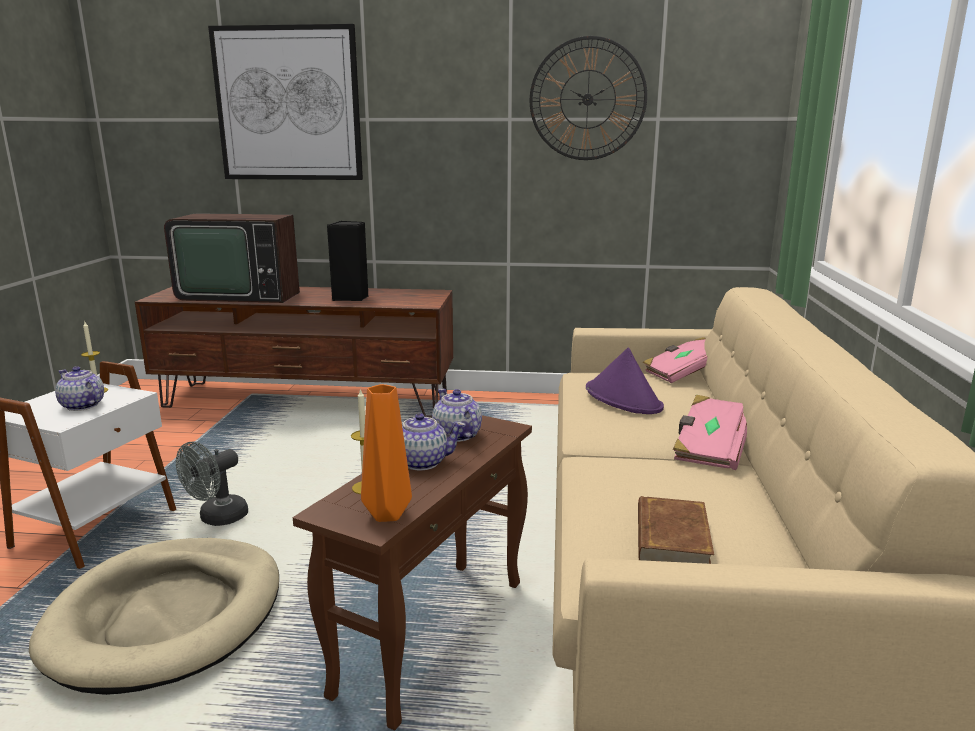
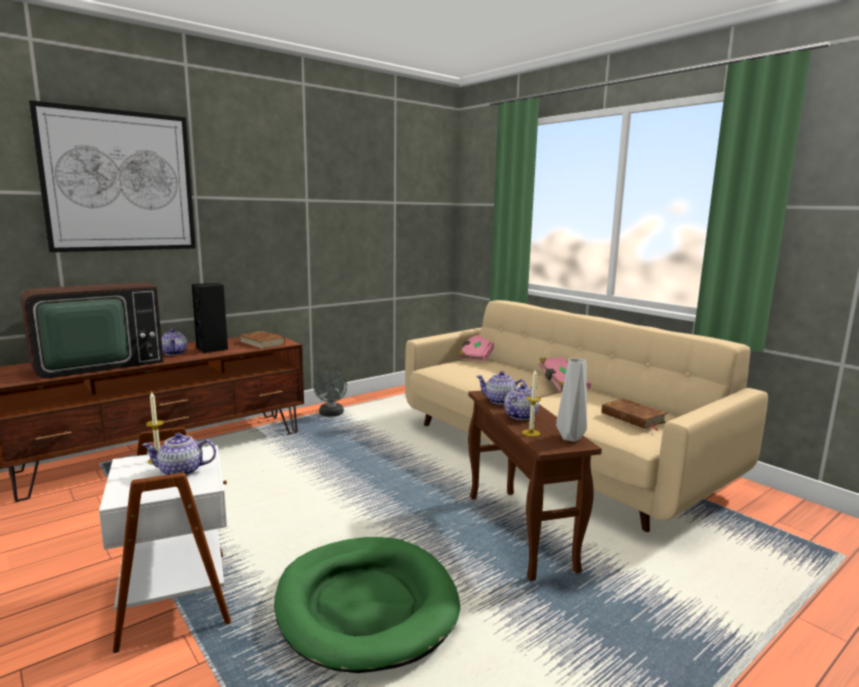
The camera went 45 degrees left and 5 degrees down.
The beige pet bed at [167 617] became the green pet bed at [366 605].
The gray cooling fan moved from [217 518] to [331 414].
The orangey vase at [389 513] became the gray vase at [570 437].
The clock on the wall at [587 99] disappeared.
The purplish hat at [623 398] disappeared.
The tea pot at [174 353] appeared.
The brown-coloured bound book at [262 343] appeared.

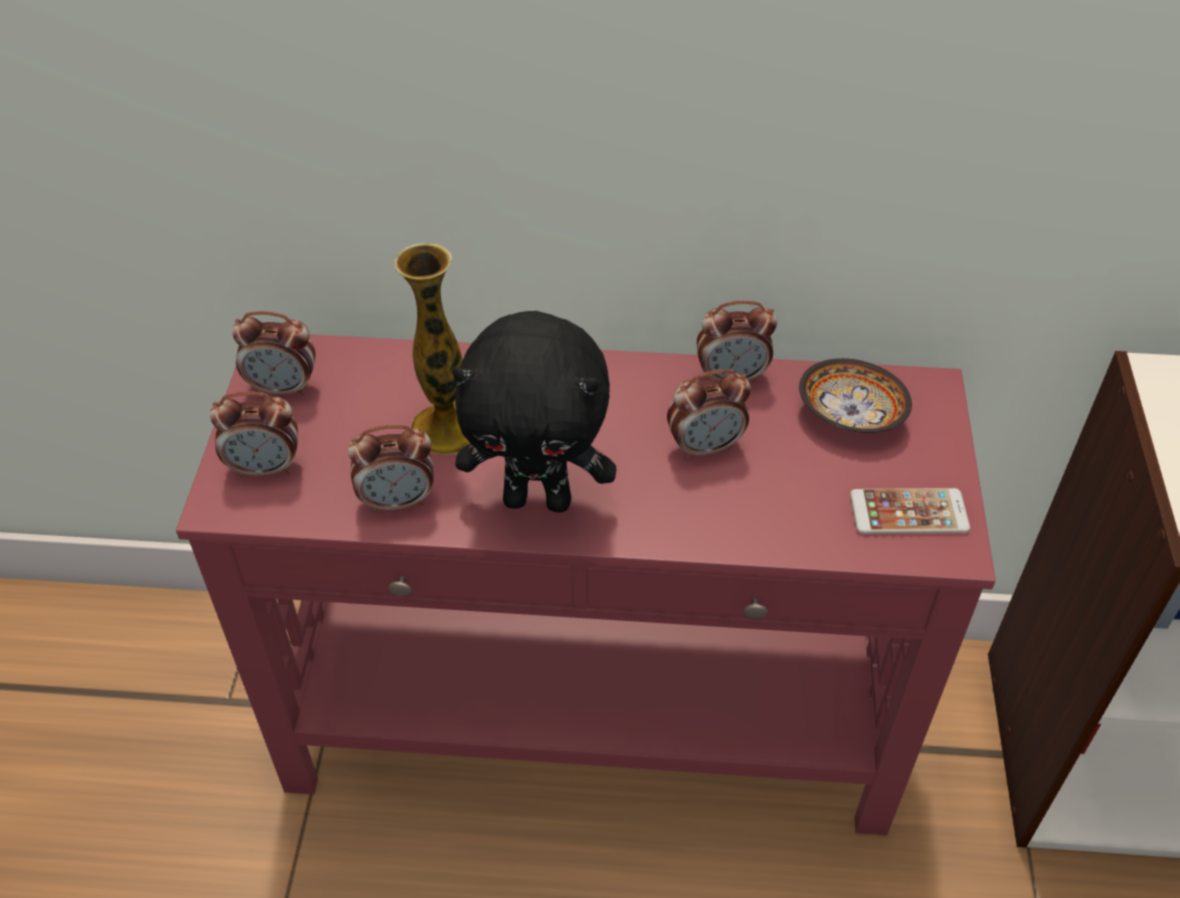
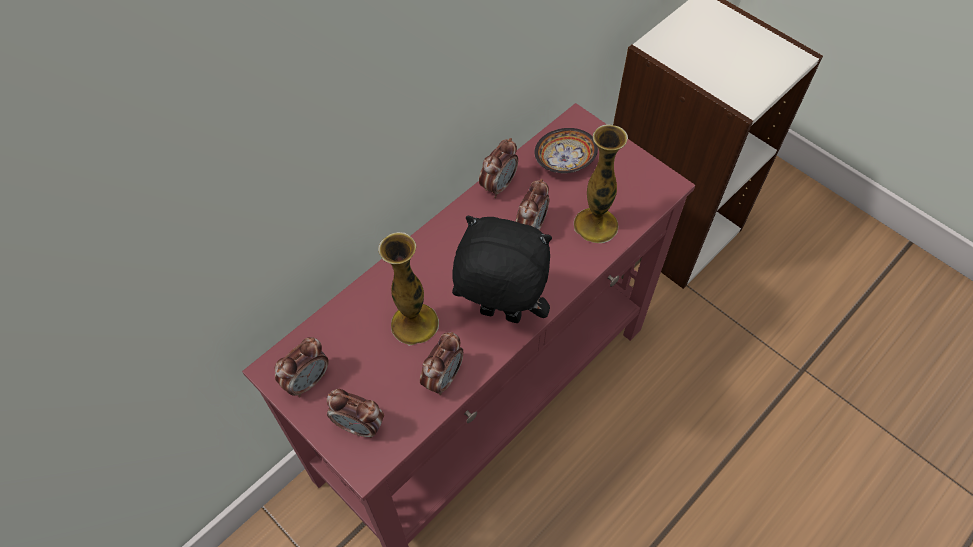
The camera went 50 degrees left and 10 degrees up.
The table clock at [266 468] turned 75 degrees clockwise.
The black cuddly toy at [539 499] turned 120 degrees counterclockwise.
The handset at [908 512] disappeared.
The vase at [596 225] appeared.

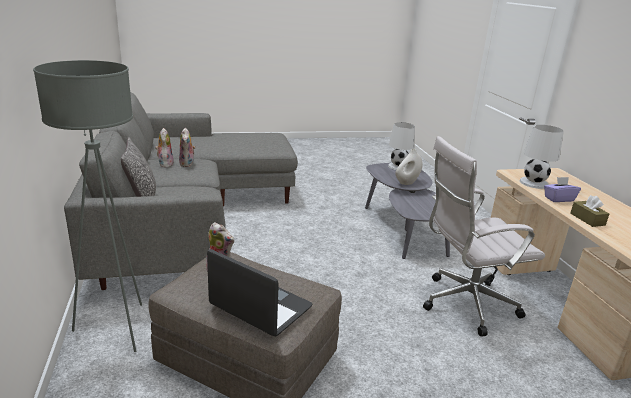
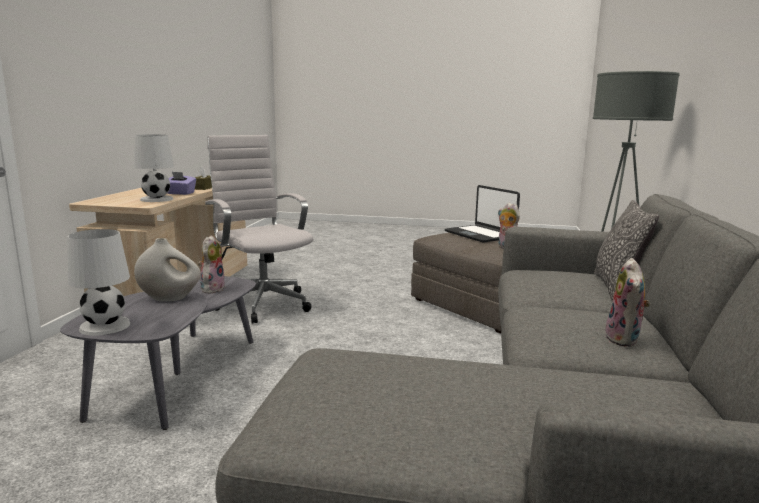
The camera went 155 degrees left and 10 degrees down.
The cuddly toy moved from [187 164] to [212 289].
The white computer chair at [464 304] turned 135 degrees counterclockwise.

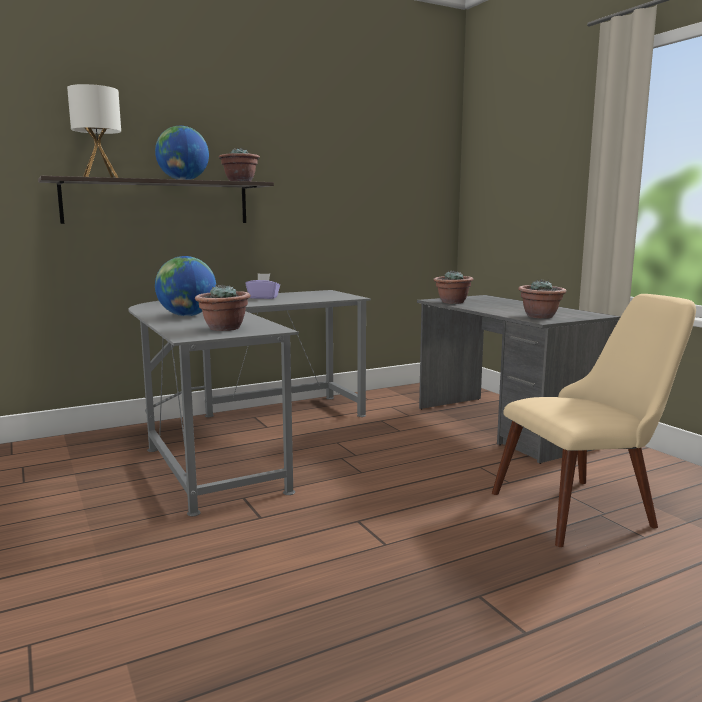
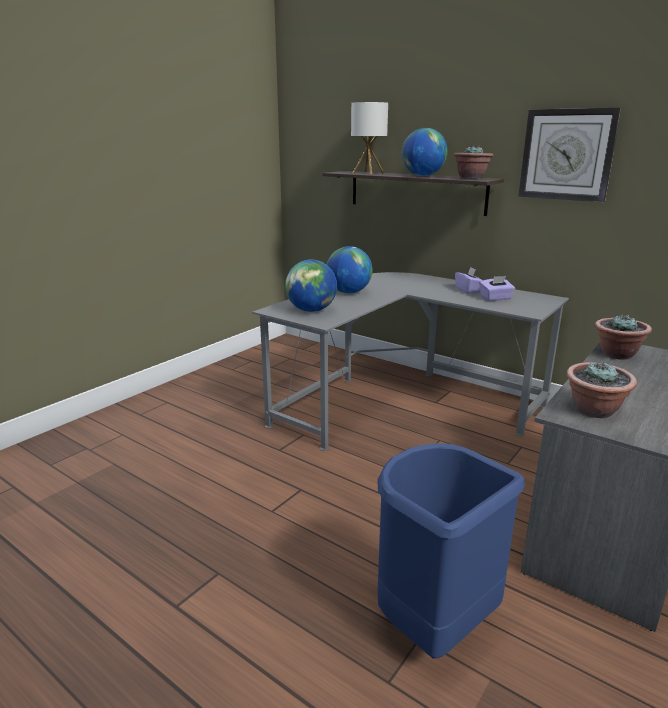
The camera went 65 degrees right and 10 degrees up.
The potted plant at [224 328] was replaced by the world globe at [311 310].
The beige plain chair at [588 506] was replaced by the blue rubbish bin at [433 626].
The purplish box of tissues at [495 298] appeared.
The clock on the wall at [567 155] appeared.

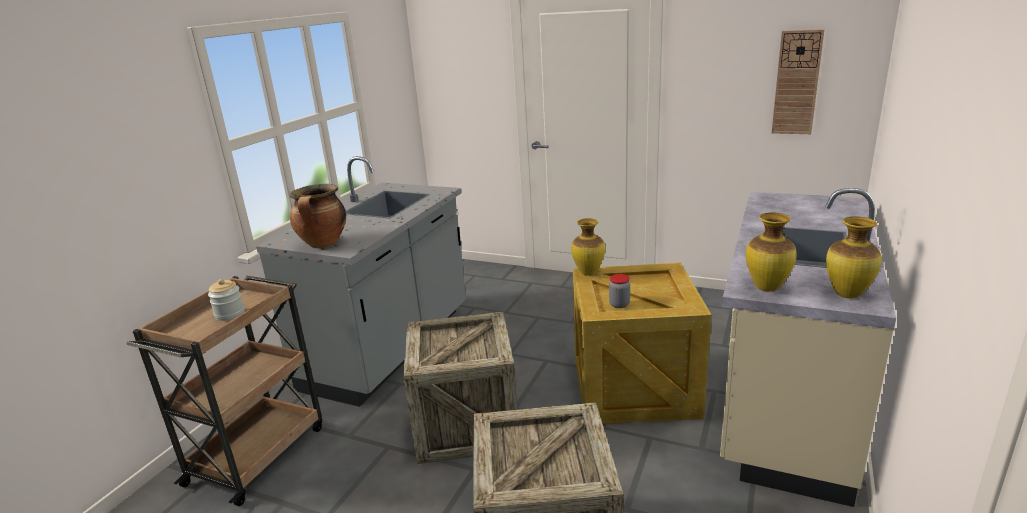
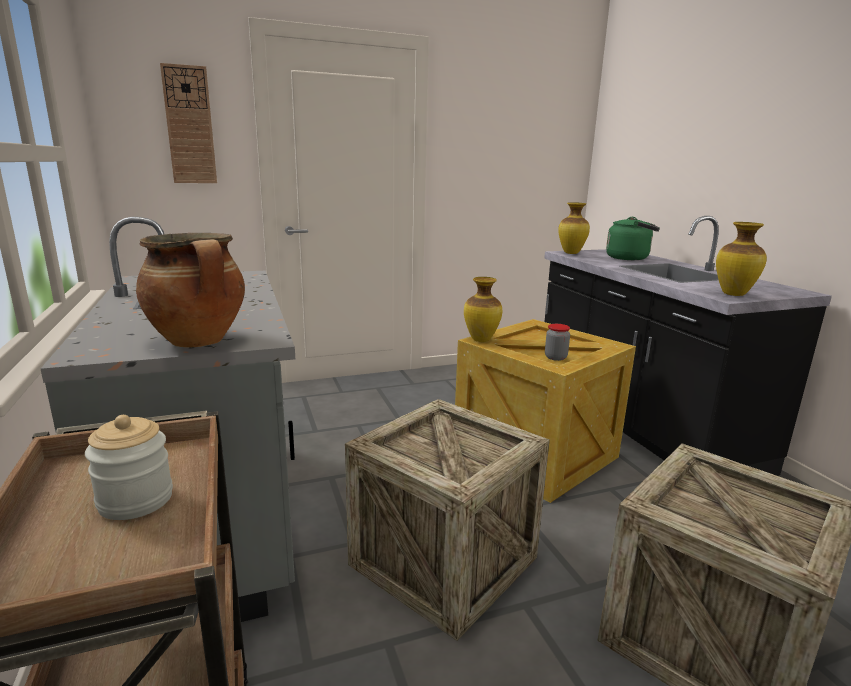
The camera went 45 degrees left and 5 degrees down.
The beige kitchen counter at [784 399] became the black kitchen counter at [637 422].
The clock on the wall moved from [796 83] to [190 125].
The vase moved from [847 295] to [571 253].
The green tea kettle at [630 258] appeared.

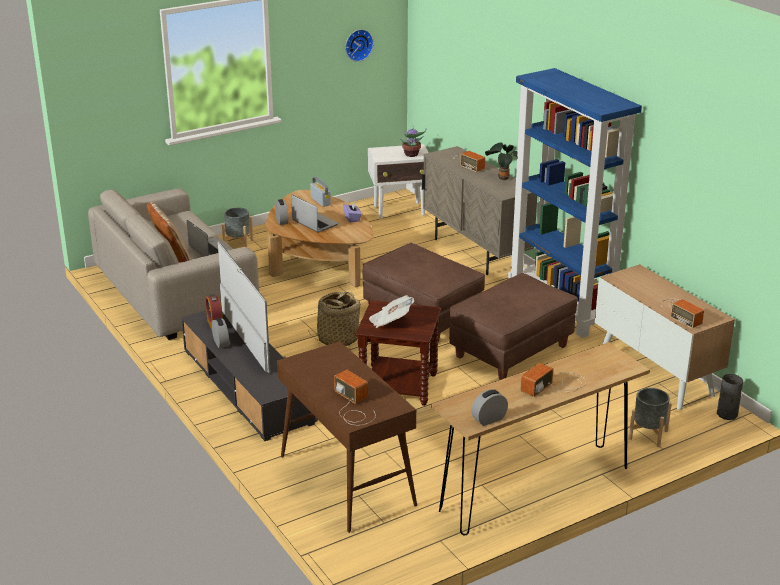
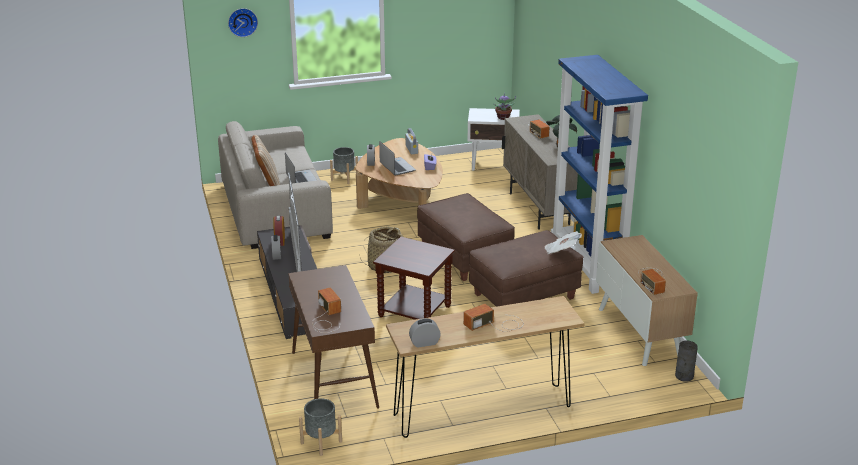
The camera went 15 degrees right and 0 degrees up.
The clock on the wall moved from [358 44] to [242 22].
The newspaper moved from [390 322] to [561 251].
The gray planter moved from [648 435] to [321 442].

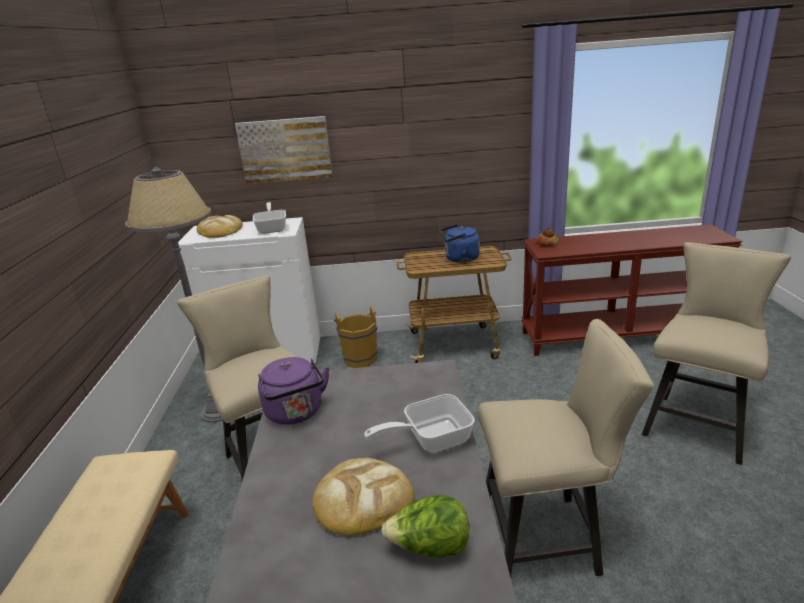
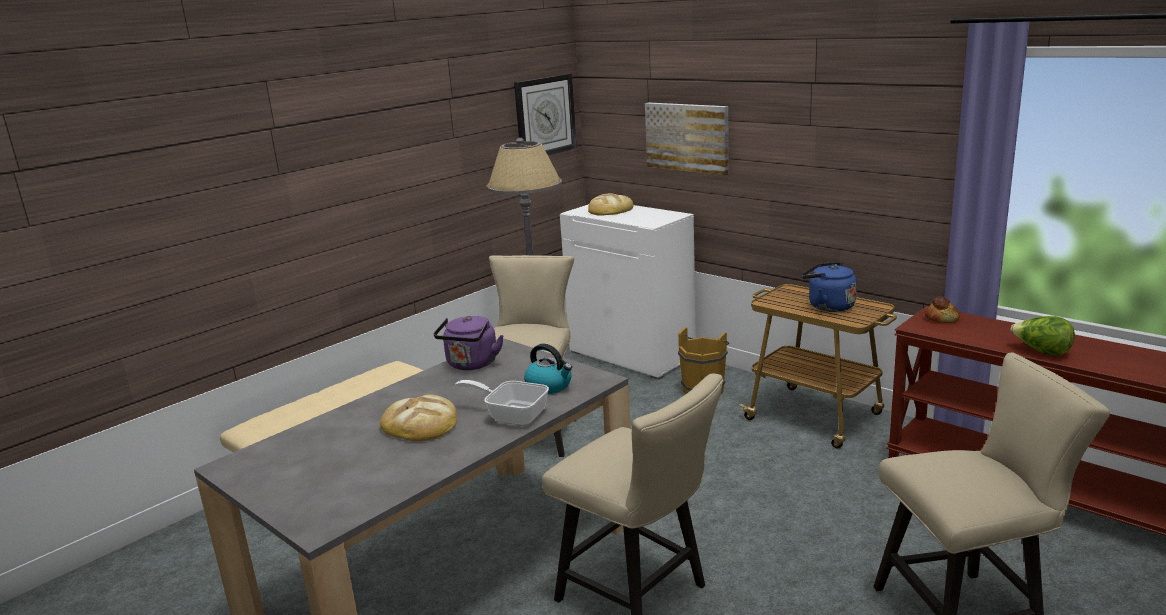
The camera went 45 degrees right and 5 degrees down.
The pan at [272 228] disappeared.
The lettuce head moved from [430 548] to [1041 352].
The clock on the wall at [545 116] appeared.
The tea kettle at [549 386] appeared.

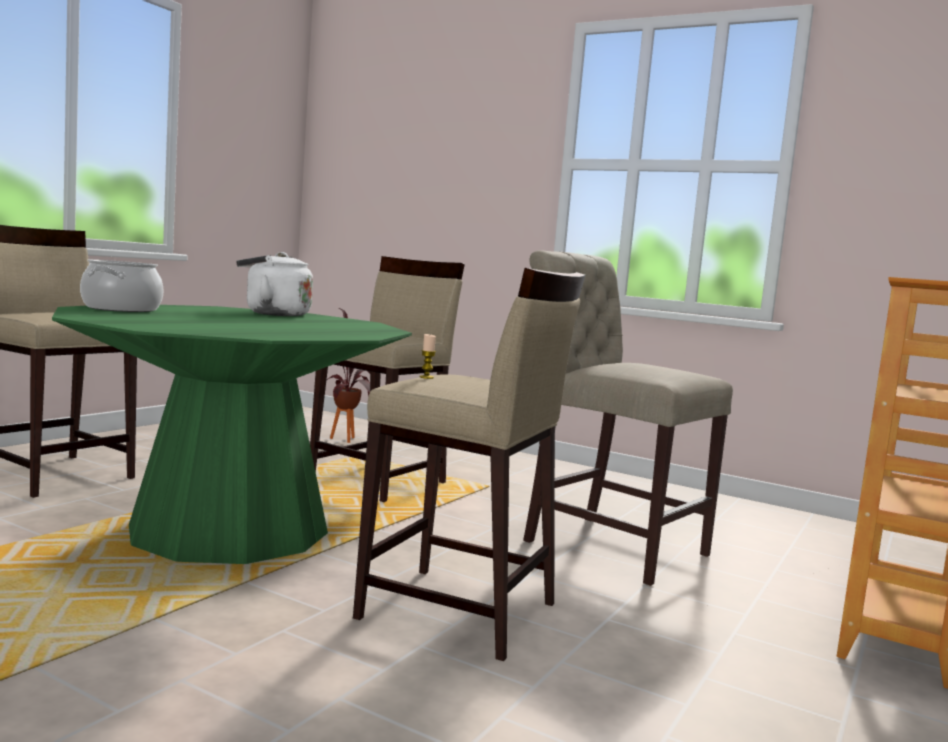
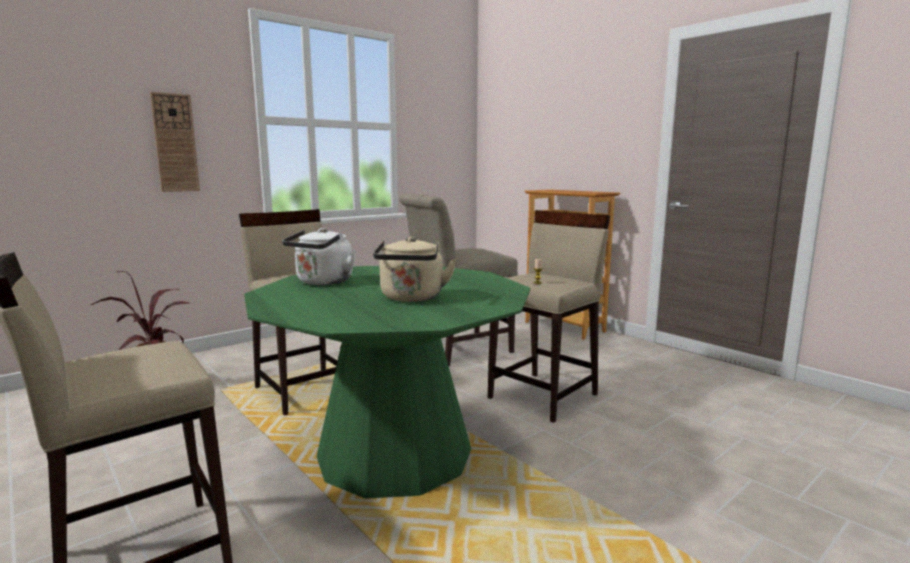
The camera went 70 degrees left and 5 degrees up.
The stockpot at [122 309] disappeared.
The clock on the wall at [175 143] appeared.
The beige tea kettle at [411 298] appeared.

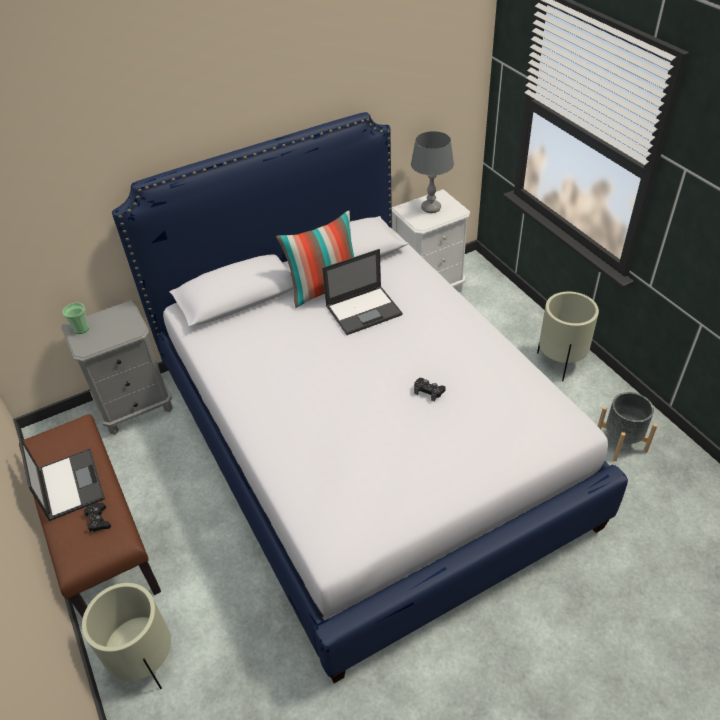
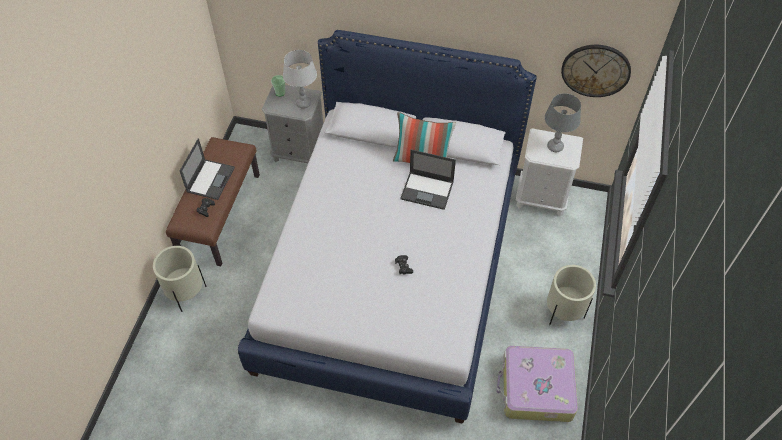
The camera went 40 degrees right and 10 degrees up.
The gray planter at [621 442] was replaced by the travel case at [536 389].
The gray tabletop lamp at [303 103] appeared.
The clock on the wall at [595 70] appeared.

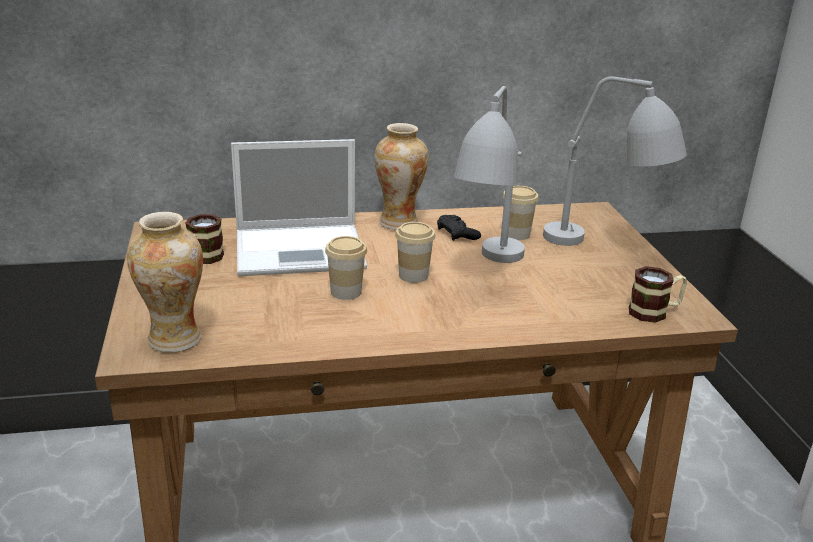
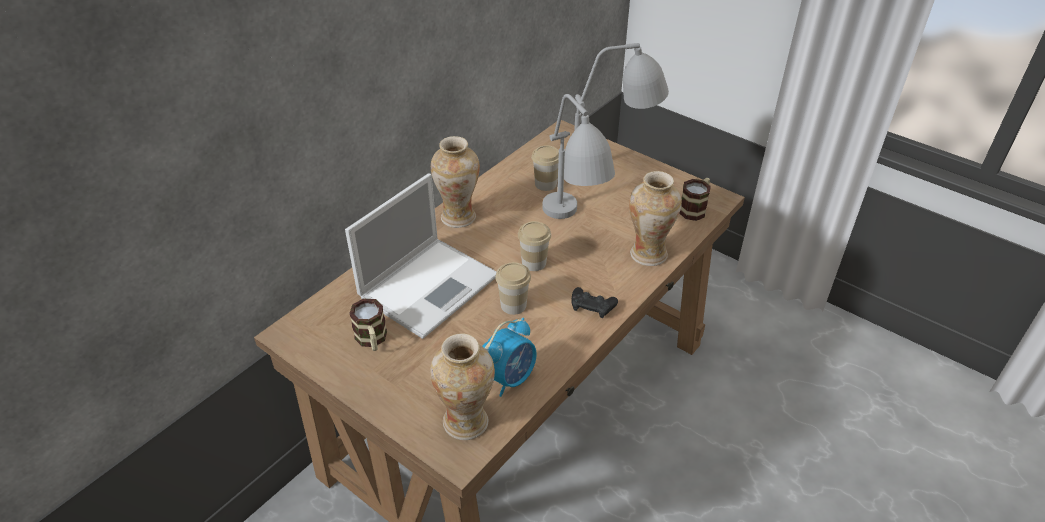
The camera went 40 degrees left and 15 degrees up.
The black joypad moved from [457 233] to [592 306].
The table clock at [509 378] appeared.
The vase at [648 254] appeared.

